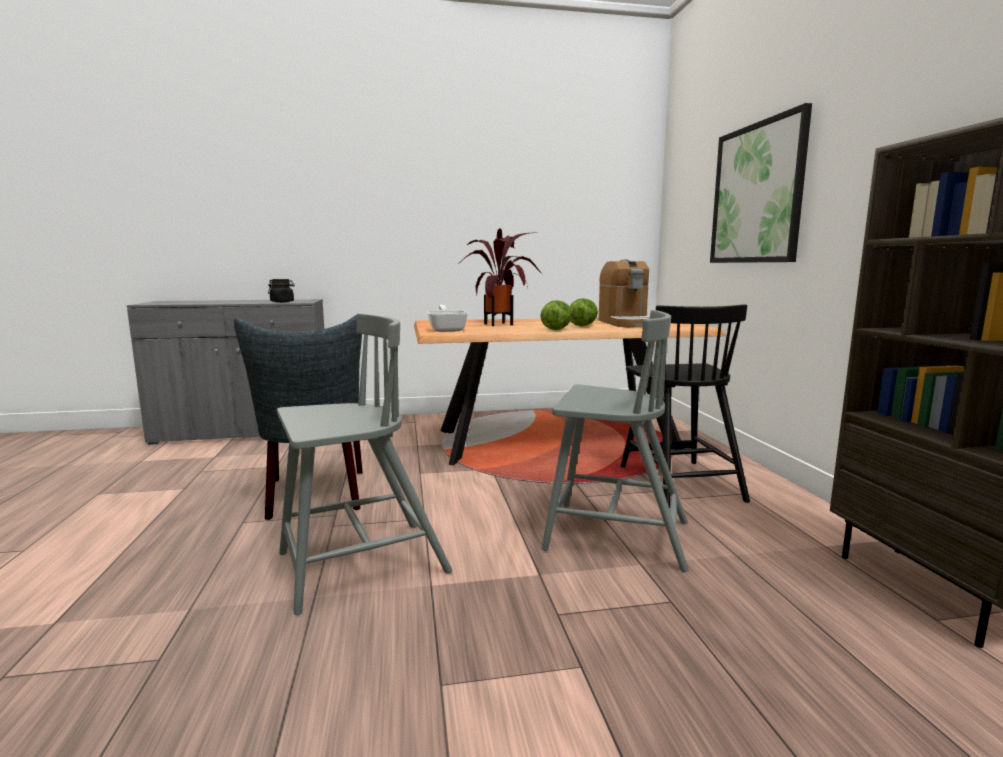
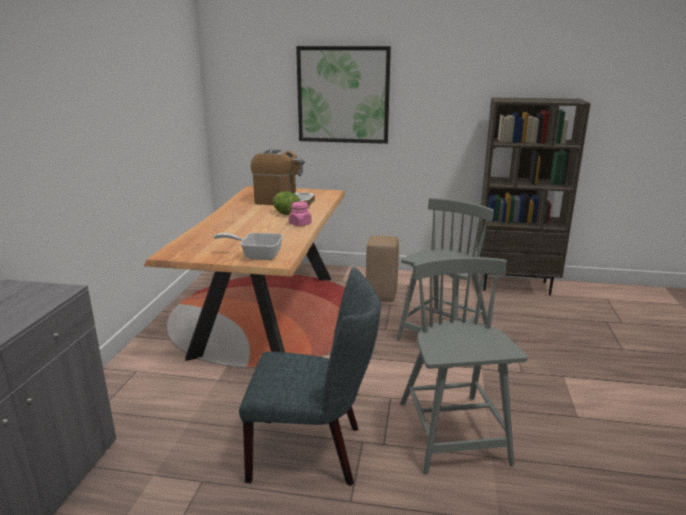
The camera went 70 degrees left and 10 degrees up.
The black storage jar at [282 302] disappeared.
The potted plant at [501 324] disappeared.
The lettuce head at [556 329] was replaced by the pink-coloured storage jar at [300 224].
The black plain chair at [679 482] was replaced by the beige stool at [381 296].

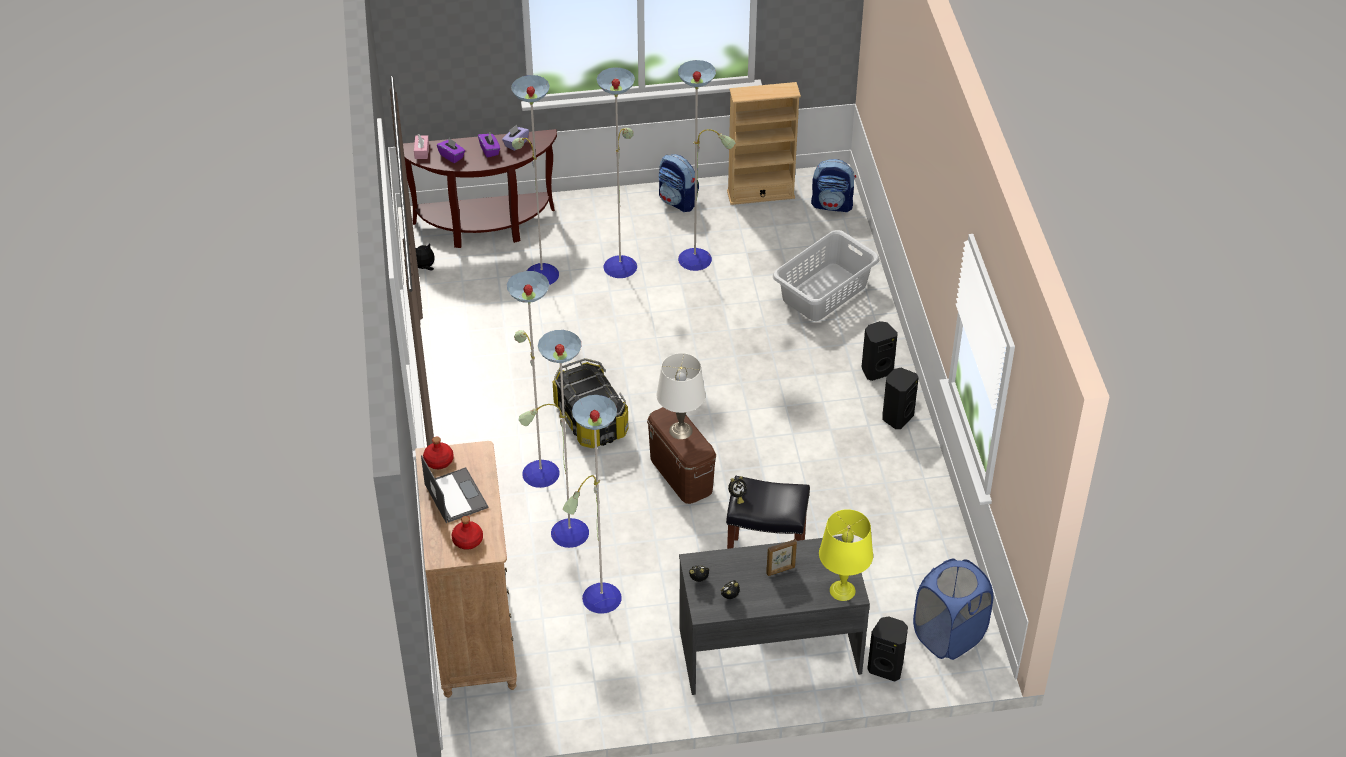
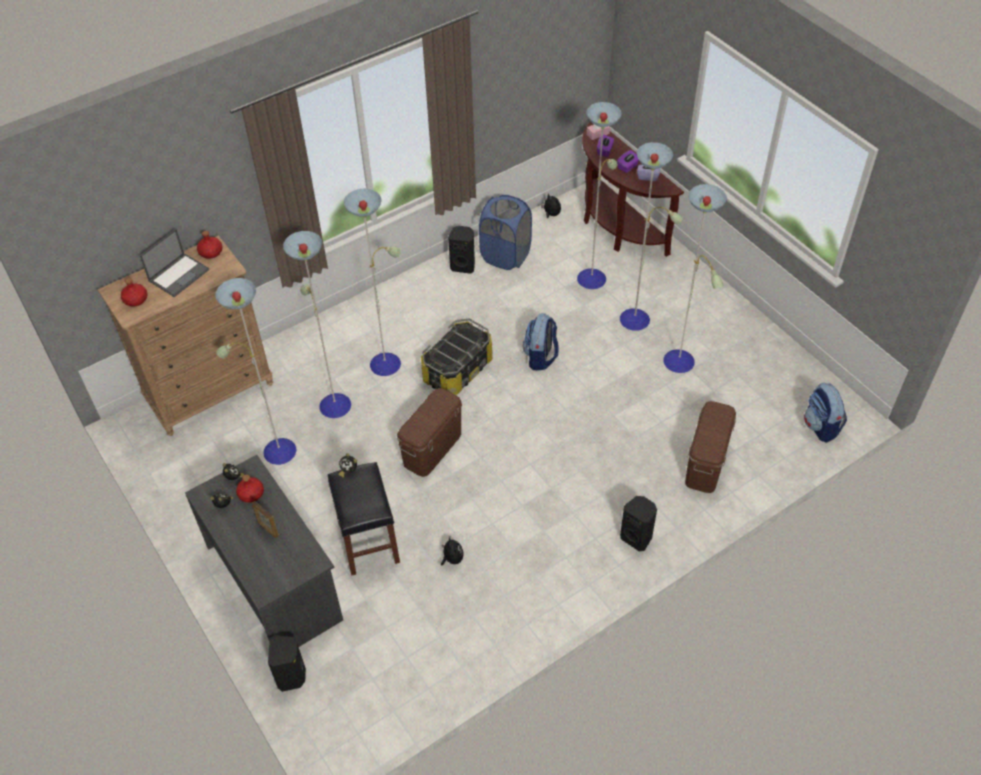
The camera went 65 degrees right and 5 degrees up.
The white tabletop lamp at [680 430] disappeared.
The backpack moved from [678 201] to [541 357].
The beige shelving unit at [760 194] disappeared.
The gray washing basket at [825 292] was replaced by the brown-coloured storage bin at [706 463].
The yellow tabletop lamp at [842 591] disappeared.
The black audio speaker moved from [896 417] to [463 266].
The blue washing basket moved from [948 636] to [506 255].
The reddish bottle at [251 493] appeared.
The cuddly toy at [452 559] appeared.

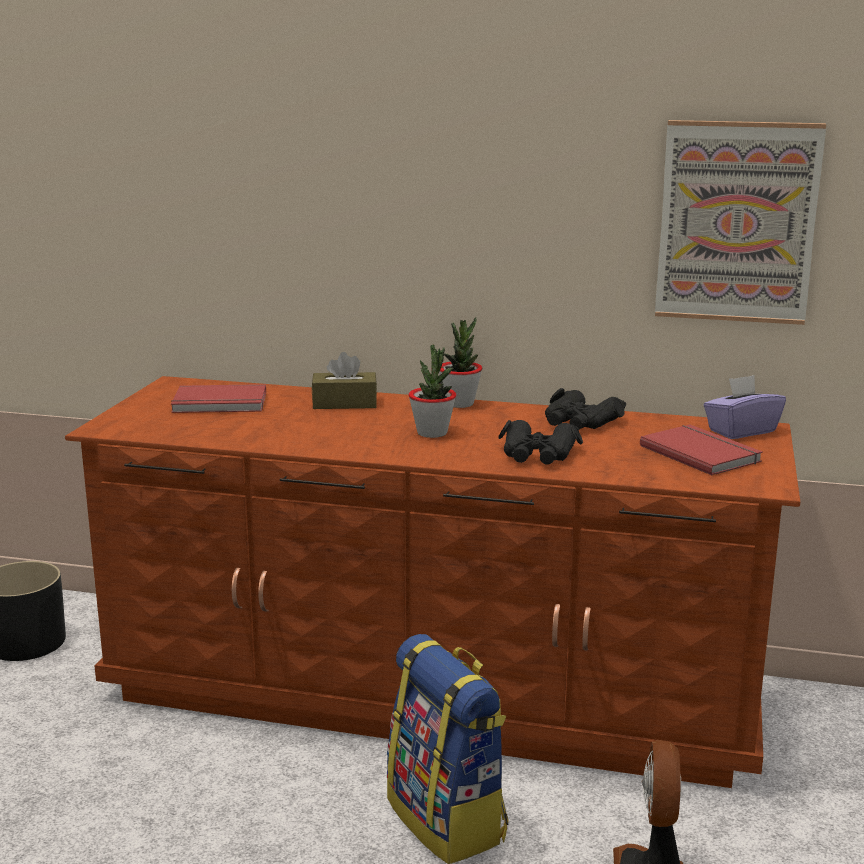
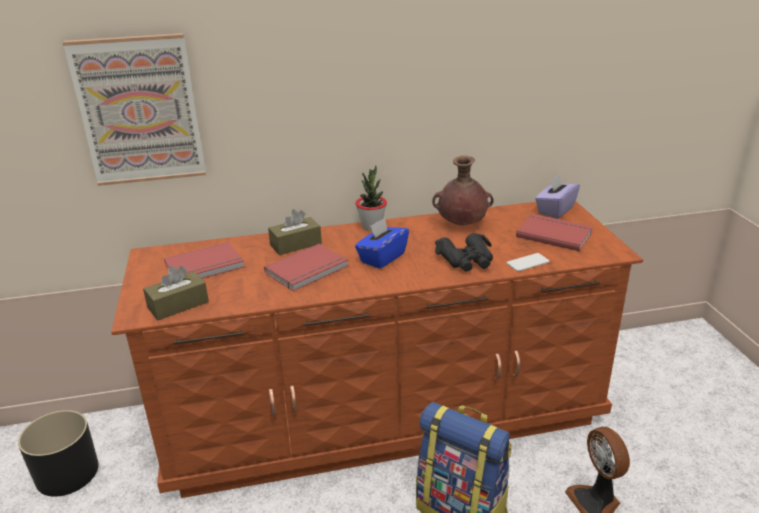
The camera went 25 degrees left and 10 degrees up.
The potted plant at [432 433] was replaced by the blue box of tissues at [382 258].
The black binoculars at [580 422] was replaced by the brown-coloured vase at [461 225].
The picture moved from [737 222] to [139 111].
The brown-coloured box of tissues at [178 305] appeared.
The reddish bound book at [308 270] appeared.
The handset at [527 263] appeared.

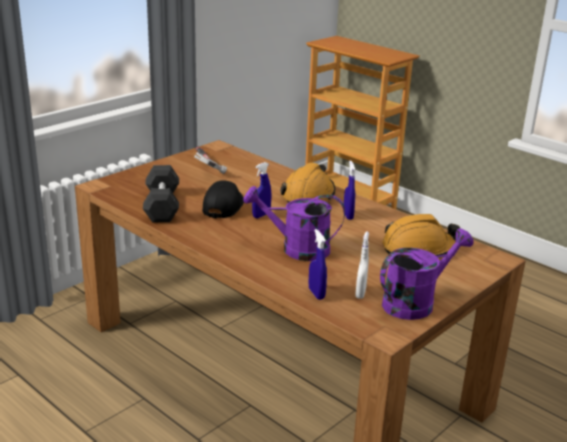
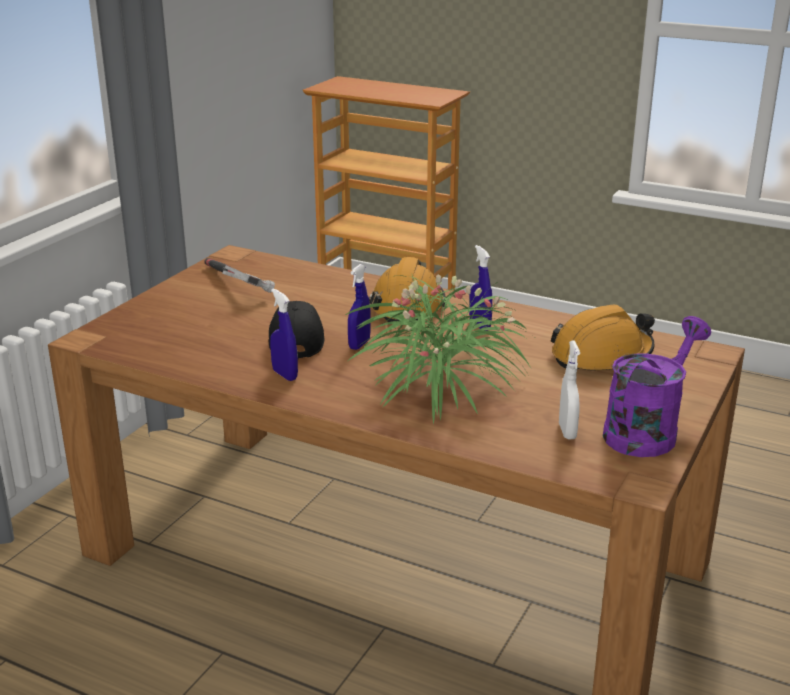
The camera went 15 degrees left and 0 degrees up.
The gray dumbbell at [162 206] disappeared.
The purplish sprinkling can at [296 249] was replaced by the potted plant at [440 384].
The blue sprayer moved from [316 294] to [285 375].

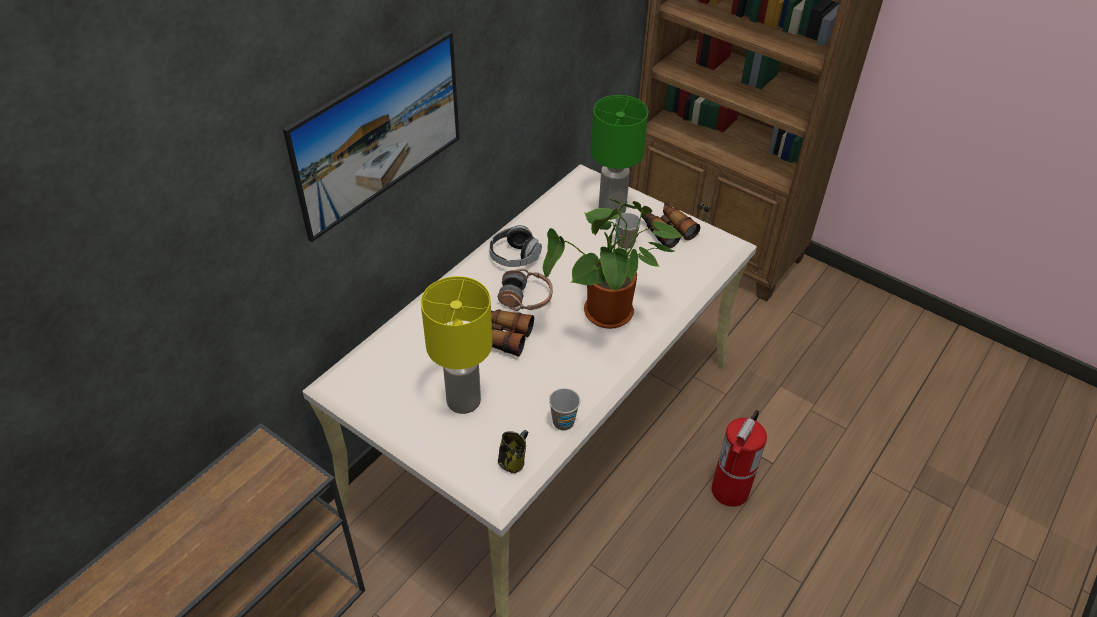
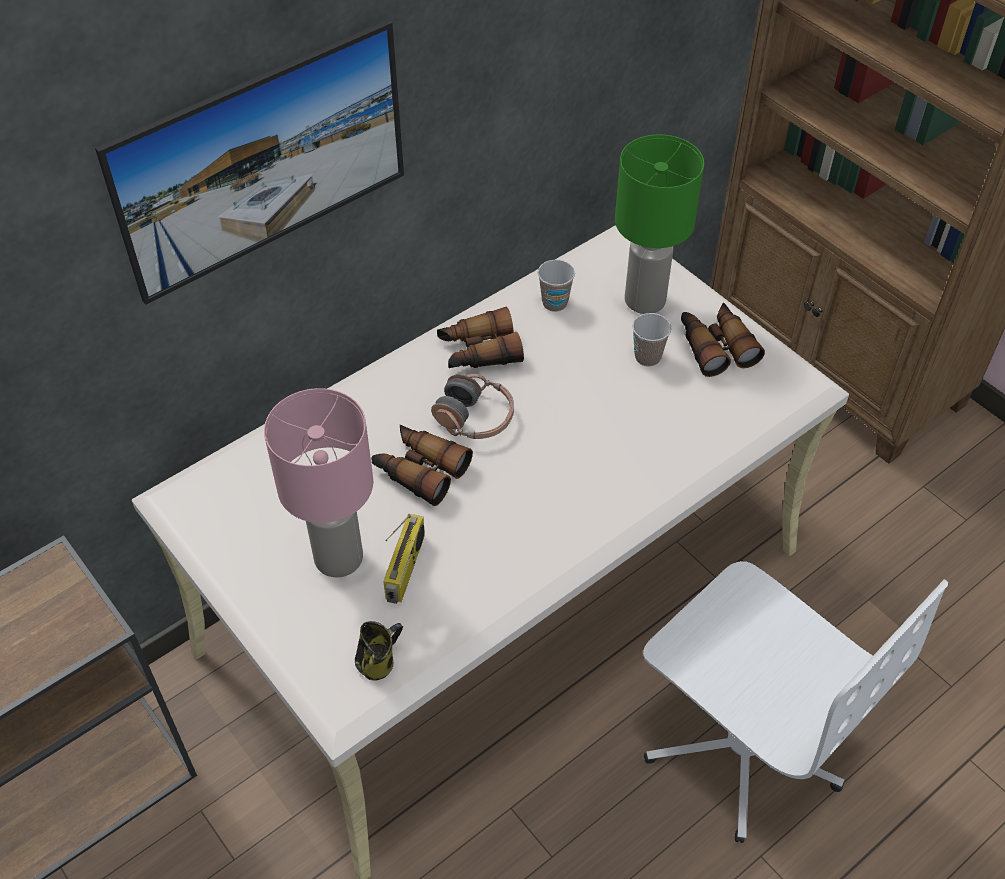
The camera went 15 degrees right and 5 degrees up.
The yellow tabletop lamp at [464 400] became the pink-coloured tabletop lamp at [340 557].
The headphones at [514 257] was replaced by the binoculars at [478 351].
The potted plant at [608 317] disappeared.
The cup moved from [563 422] to [555 303].
The fire-fighting cylinder at [729 491] was replaced by the white computer chair at [743 744].
The radio receiver at [406 568] appeared.

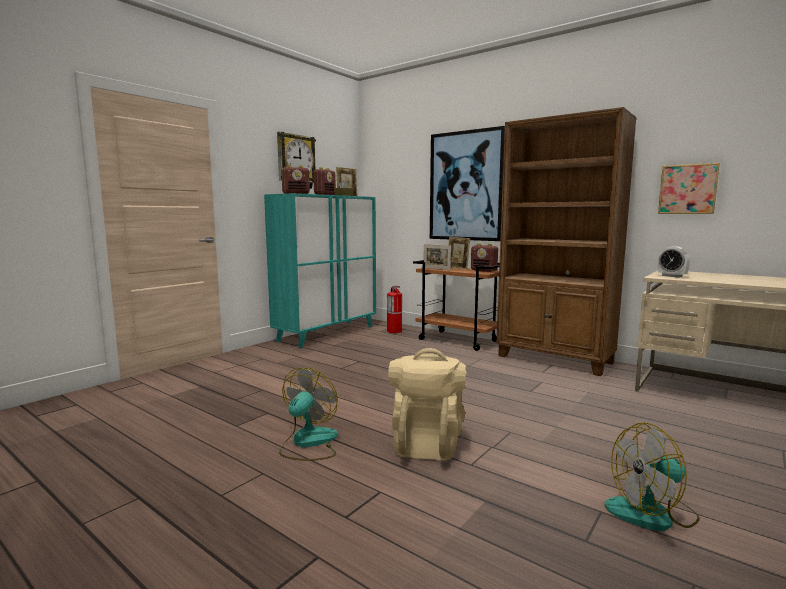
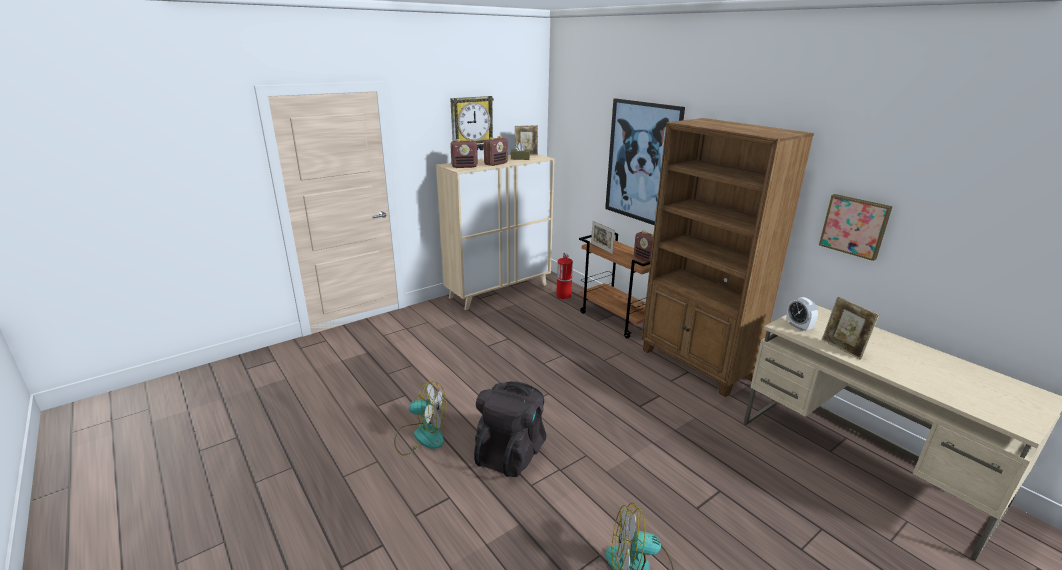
The camera went 15 degrees right and 15 degrees up.
The blue-green cabinet at [327 333] became the beige cabinet at [499 291].
The cooling fan at [308 443] turned 60 degrees clockwise.
The beige backpack at [427 442] became the black backpack at [511 453].
The photo frame moved from [457 268] to [842 349].

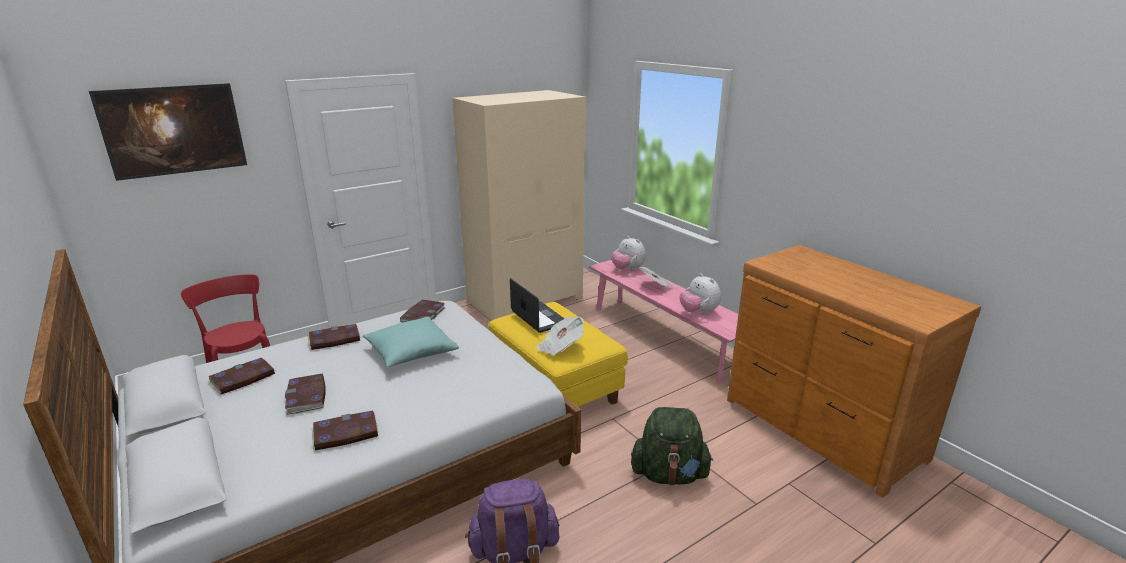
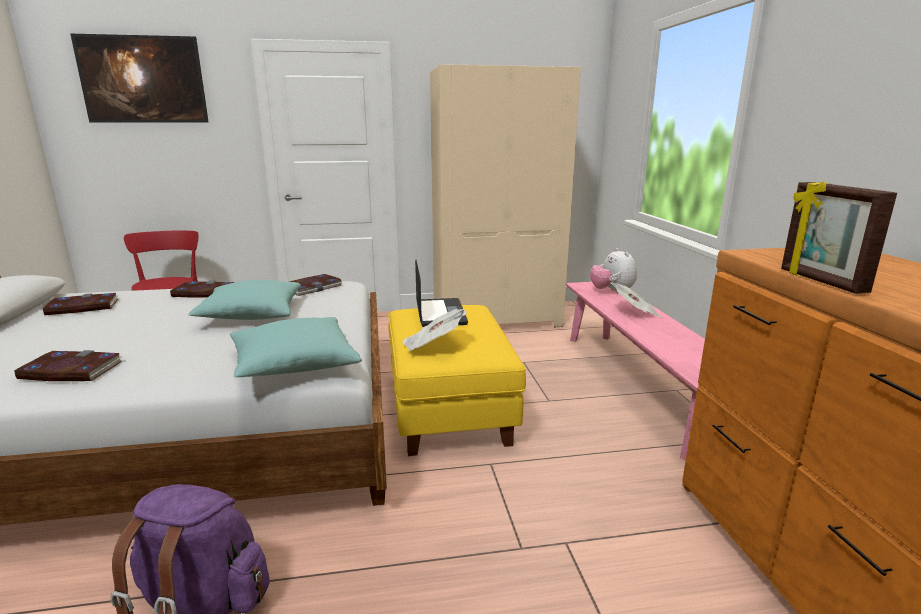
The camera went 25 degrees right and 5 degrees down.
The bound book at [306 396] disappeared.
The green backpack at [669 475] disappeared.
The cuddly toy at [698 312] disappeared.
The blue-green throw pillow at [294 364] appeared.
The photo frame at [820 281] appeared.

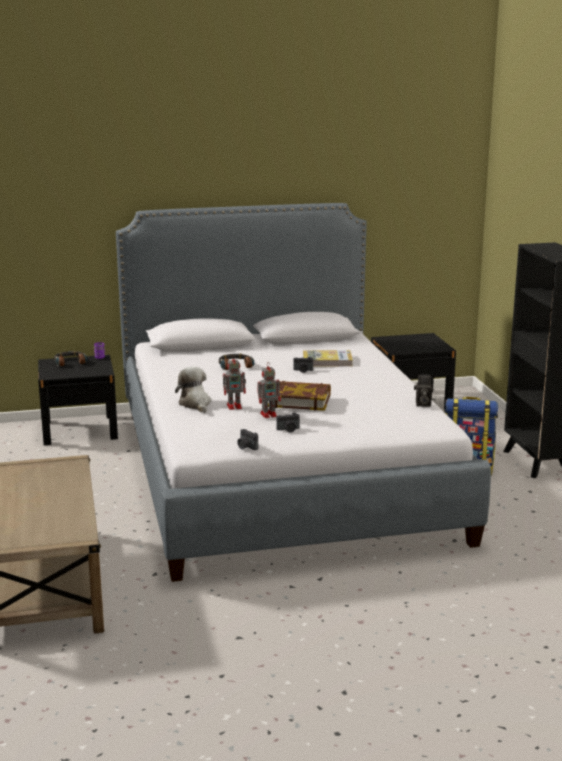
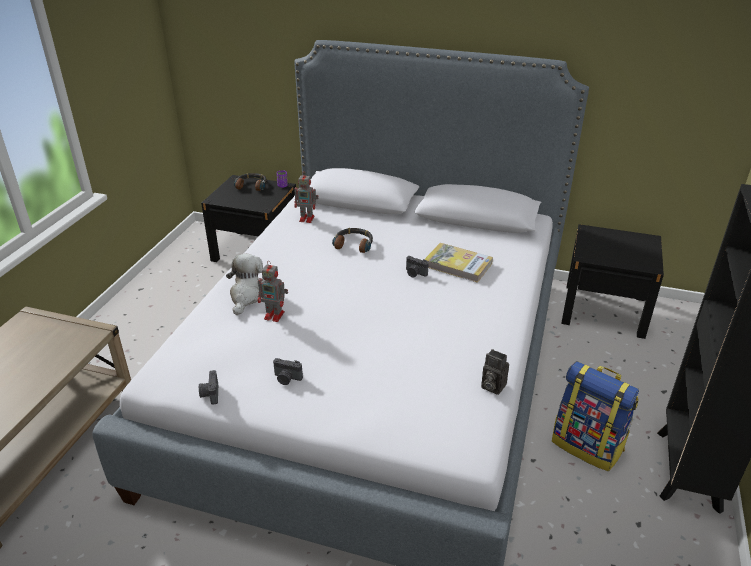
The camera went 30 degrees right and 15 degrees up.
The model robot moved from [269 414] to [307 219].
The bound book at [299 400] disappeared.

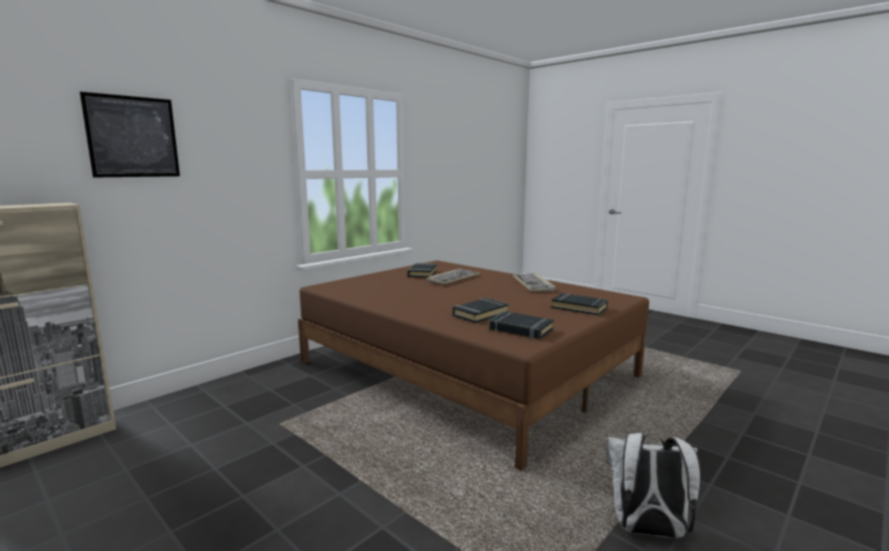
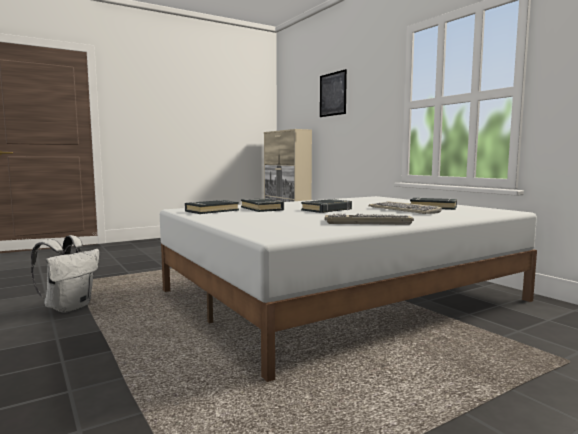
The camera went 105 degrees right and 5 degrees down.
The brown-coloured bedroom bed at [465 368] became the white bedroom bed at [342 296].
The black bound book moved from [579 308] to [327 210].

